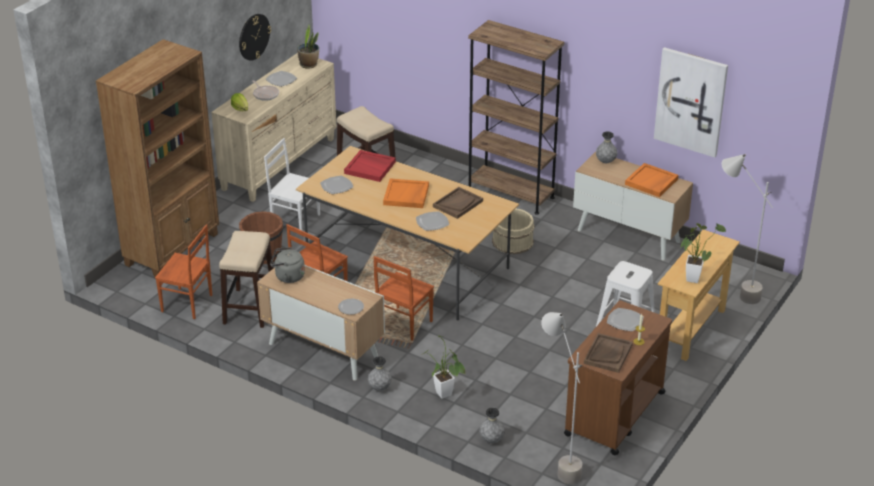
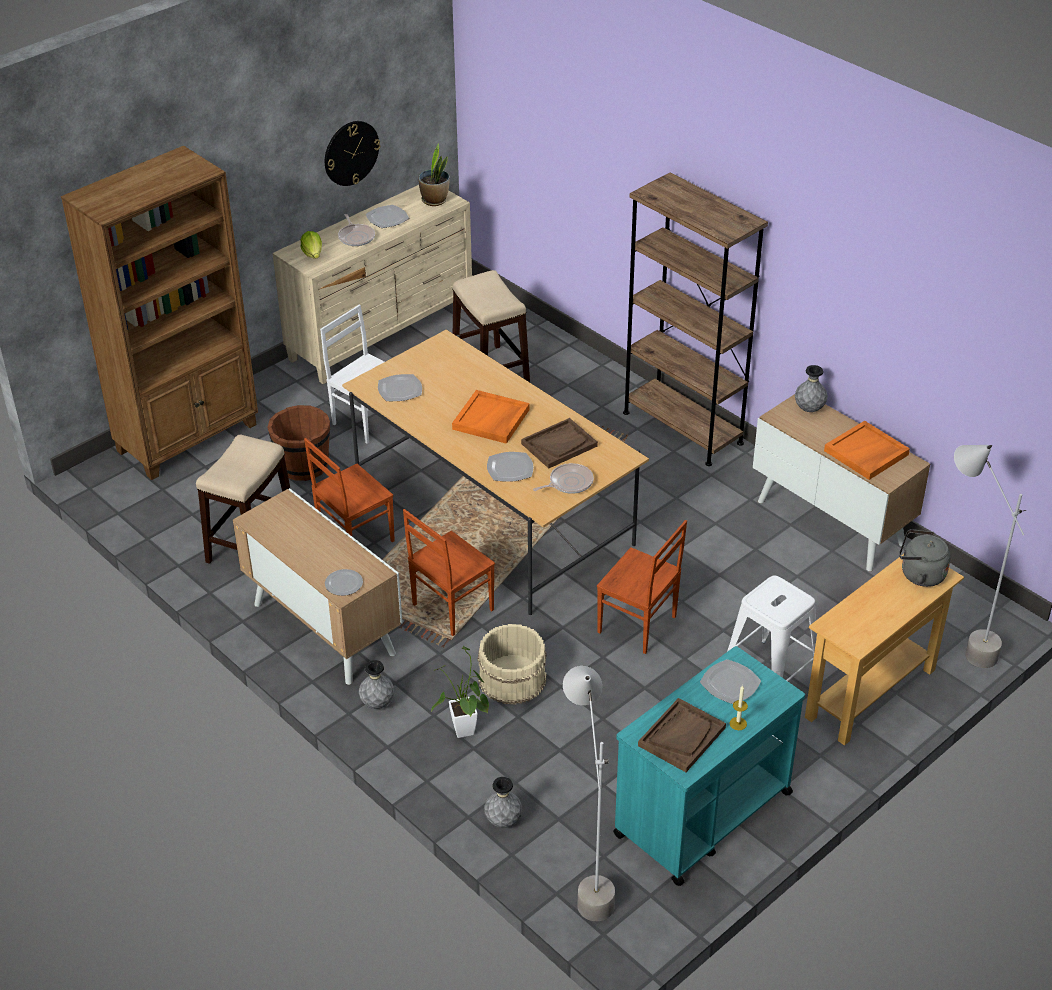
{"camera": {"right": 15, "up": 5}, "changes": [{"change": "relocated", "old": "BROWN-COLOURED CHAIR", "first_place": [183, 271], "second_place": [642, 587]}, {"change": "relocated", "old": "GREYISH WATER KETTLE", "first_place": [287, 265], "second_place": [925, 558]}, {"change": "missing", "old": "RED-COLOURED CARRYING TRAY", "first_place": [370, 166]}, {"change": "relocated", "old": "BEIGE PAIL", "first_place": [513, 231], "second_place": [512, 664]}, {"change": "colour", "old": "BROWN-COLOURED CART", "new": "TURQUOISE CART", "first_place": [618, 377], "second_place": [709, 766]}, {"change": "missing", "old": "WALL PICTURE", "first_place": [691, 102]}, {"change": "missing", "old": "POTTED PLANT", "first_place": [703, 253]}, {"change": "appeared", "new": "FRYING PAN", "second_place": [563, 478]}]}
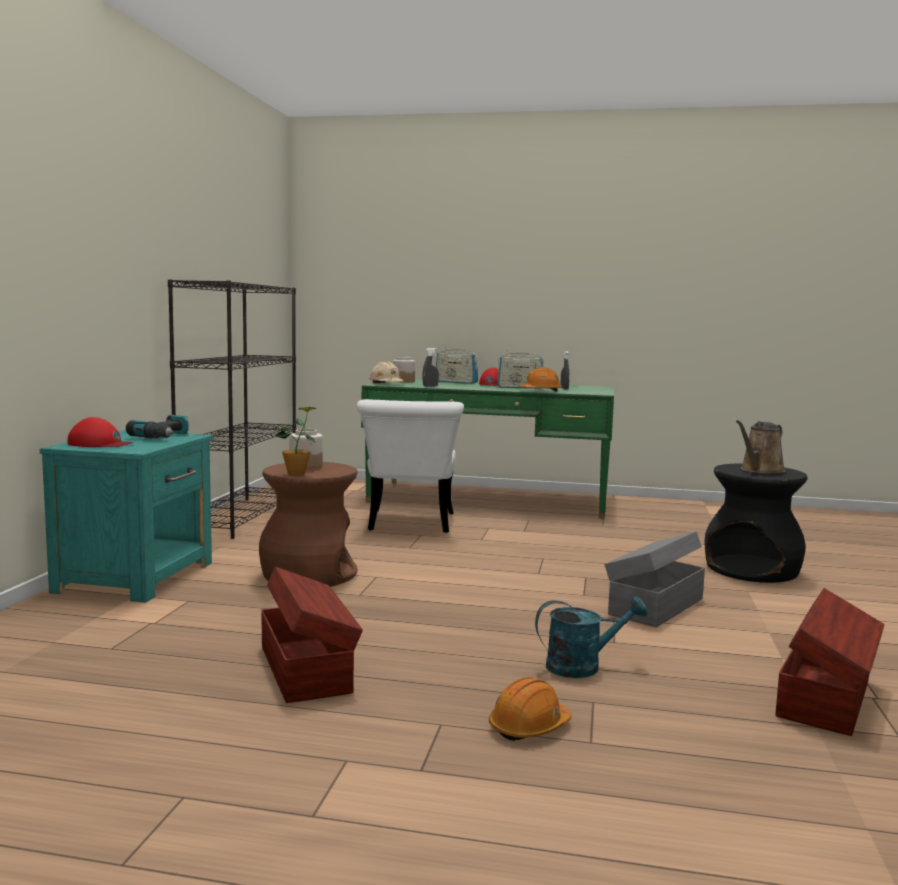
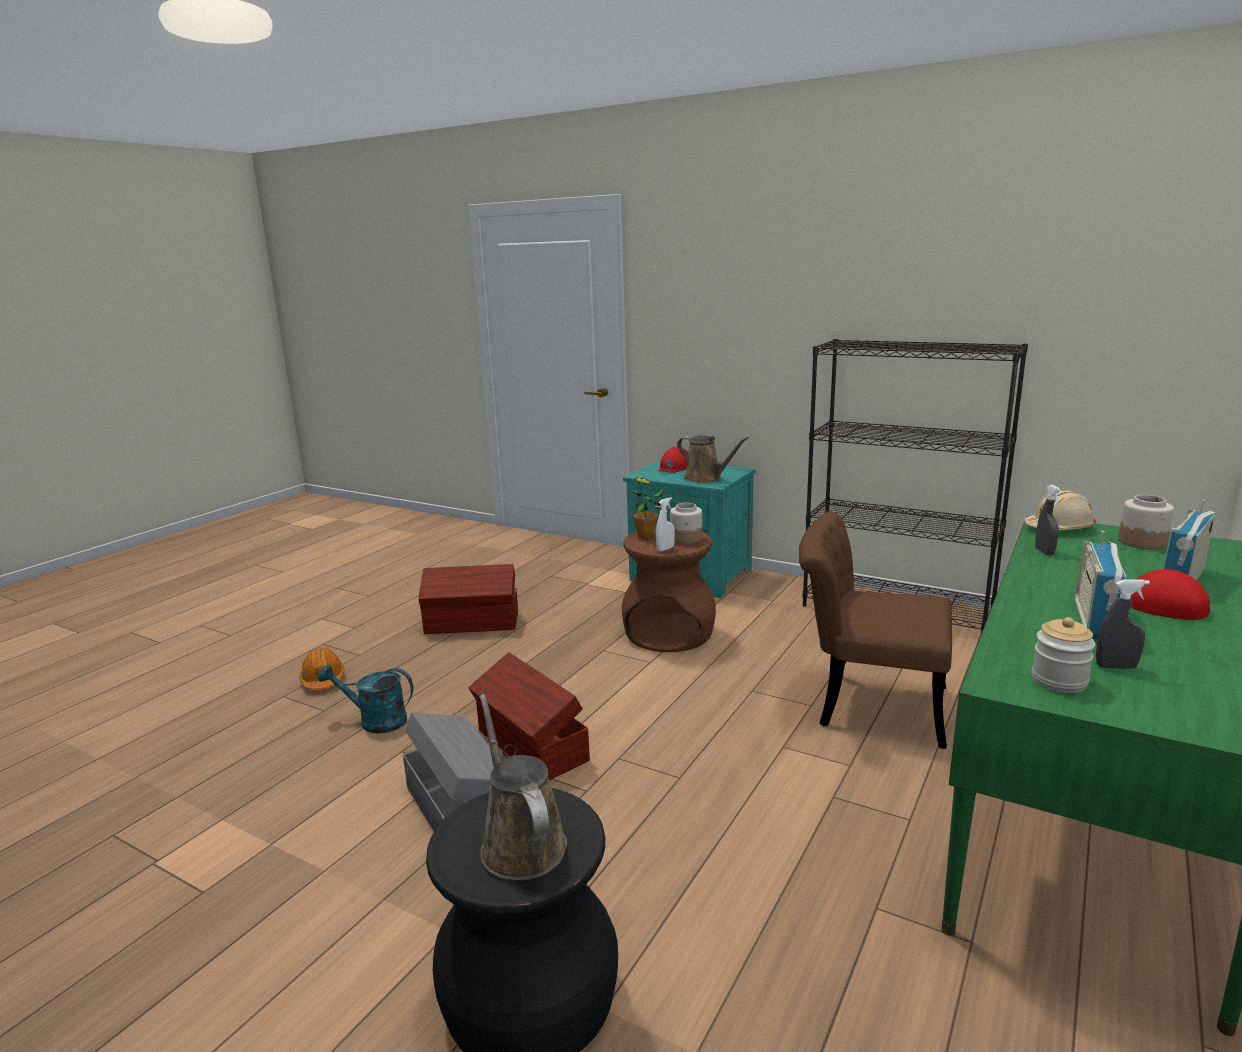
{"camera": {"right": 110, "up": 10}, "changes": [{"change": "exchanged", "old": "POWER DRILL", "new": "BROWN-COLOURED WATERING CAN", "first_place": [157, 426], "second_place": [713, 459]}, {"change": "colour", "old": "WHITE CHAIR", "new": "BROWN-COLOURED CHAIR", "first_place": [410, 466], "second_place": [875, 630]}, {"change": "missing", "old": "ORANGEY SAFETY HELMET", "first_place": [540, 379]}, {"change": "spun", "old": "TURQUOISE WATERING CAN", "first_place": [591, 637], "second_place": [365, 699], "degrees": 90}, {"change": "relocated", "old": "BROWN-COLOURED STORAGE BOX", "first_place": [829, 662], "second_place": [529, 716]}, {"change": "appeared", "new": "WHITE SPRAY BOTTLE", "second_place": [665, 524]}, {"change": "appeared", "new": "PRESERVE JAR", "second_place": [1063, 655]}]}
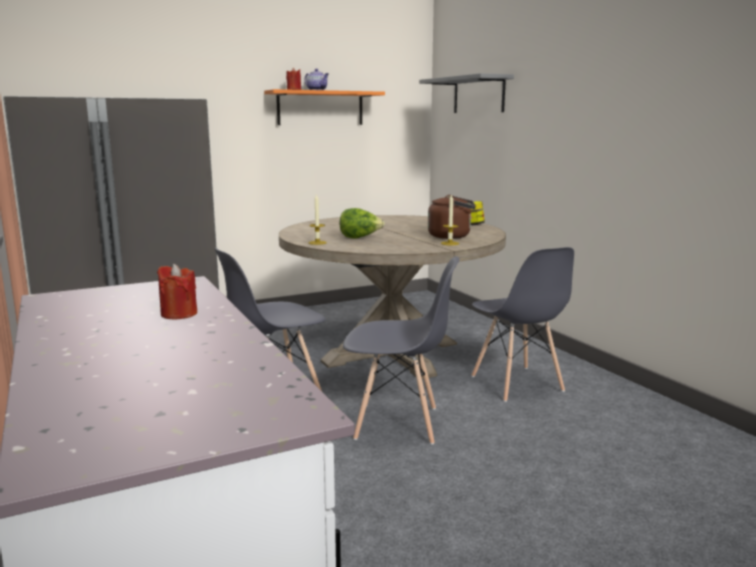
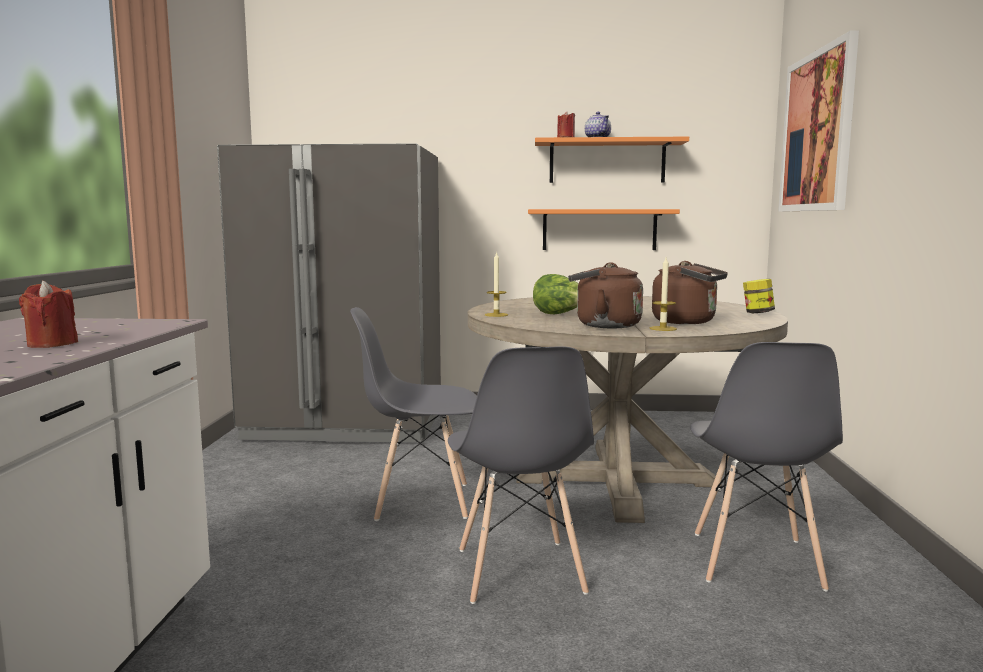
{"camera": {"right": 30, "up": -5}, "changes": [{"change": "spun", "old": "GREYISH CHAIR", "first_place": [401, 350], "second_place": [521, 475], "degrees": 45}, {"change": "exchanged", "old": "GREYISH WALL SHELF", "new": "WALL PICTURE", "first_place": [466, 93], "second_place": [818, 121]}, {"change": "appeared", "new": "ORANGEY WALL SHELF", "second_place": [604, 229]}, {"change": "appeared", "new": "BROWN-COLOURED WATER KETTLE", "second_place": [605, 295]}]}
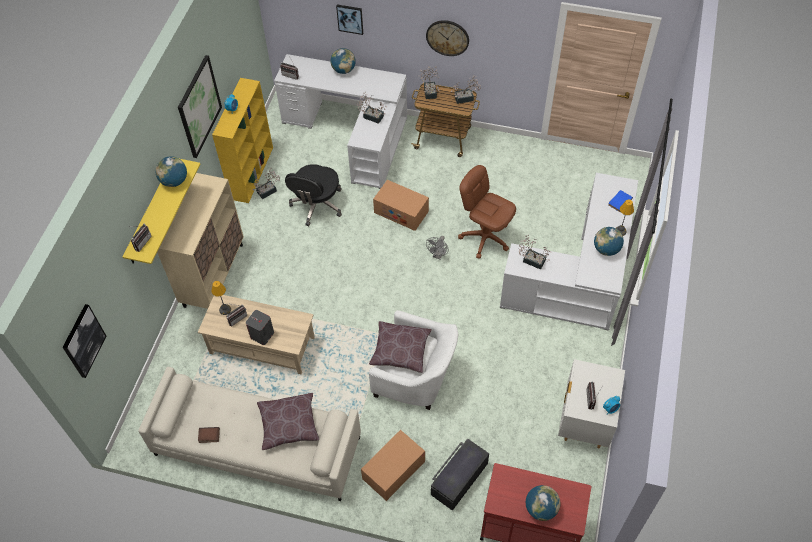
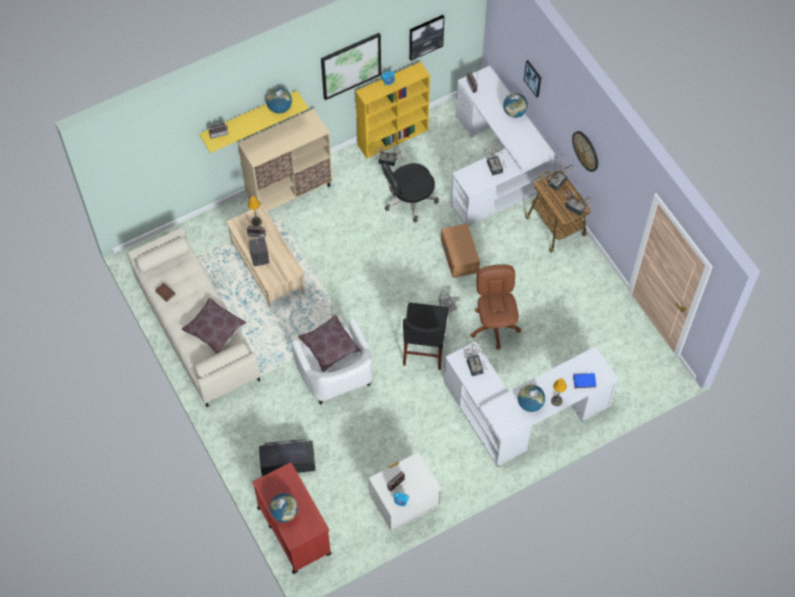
{"camera": {"right": 45, "up": 5}, "changes": [{"change": "relocated", "old": "WALL PICTURE", "first_place": [84, 341], "second_place": [426, 38]}, {"change": "missing", "old": "PACKING BOX", "first_place": [393, 465]}, {"change": "appeared", "new": "BLACK-COLOURED CHAIR", "second_place": [426, 336]}]}
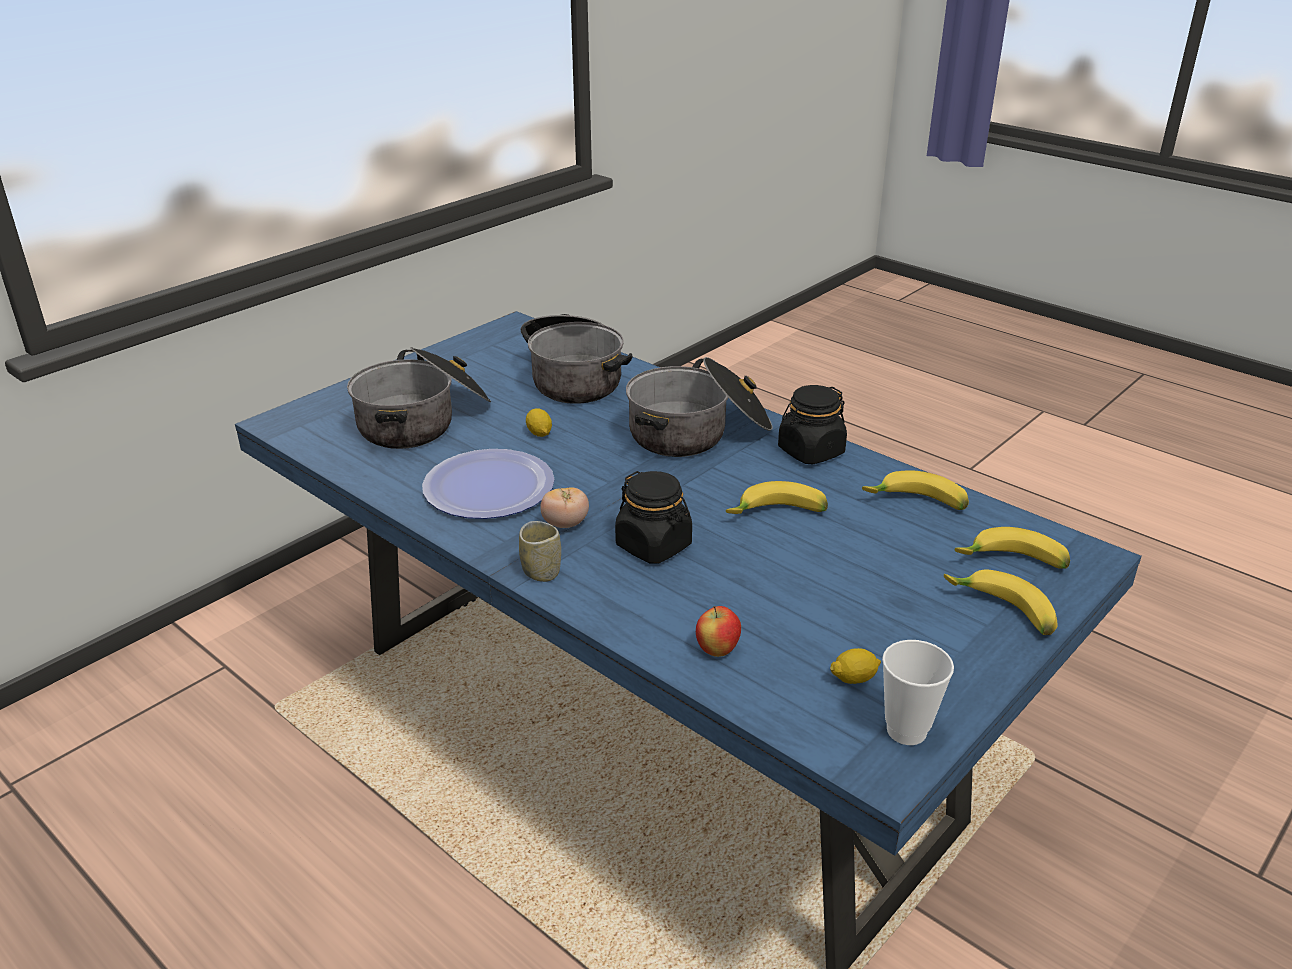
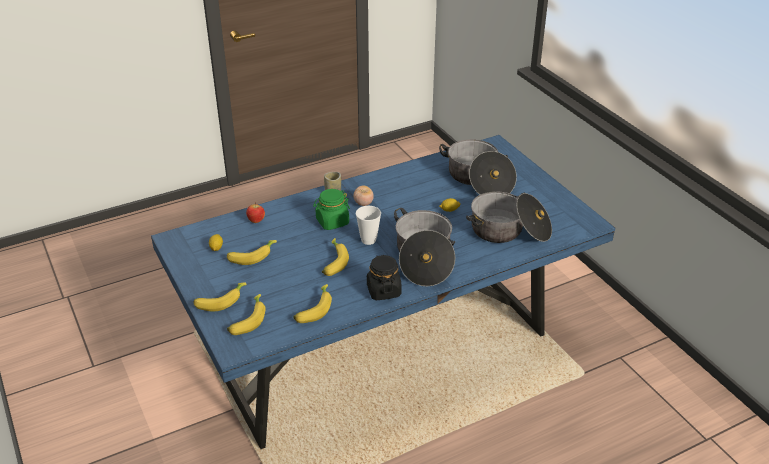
{"camera": {"right": 110, "up": 5}, "changes": [{"change": "missing", "old": "FLAT DISH", "first_place": [488, 484]}, {"change": "colour", "old": "BLACK-COLOURED PRESERVE JAR", "new": "GREENISH PRESERVE JAR", "first_place": [653, 517], "second_place": [331, 209]}, {"change": "relocated", "old": "DRINKING CUP", "first_place": [918, 692], "second_place": [368, 225]}, {"change": "appeared", "new": "BANANA FRUIT", "second_place": [252, 252]}]}
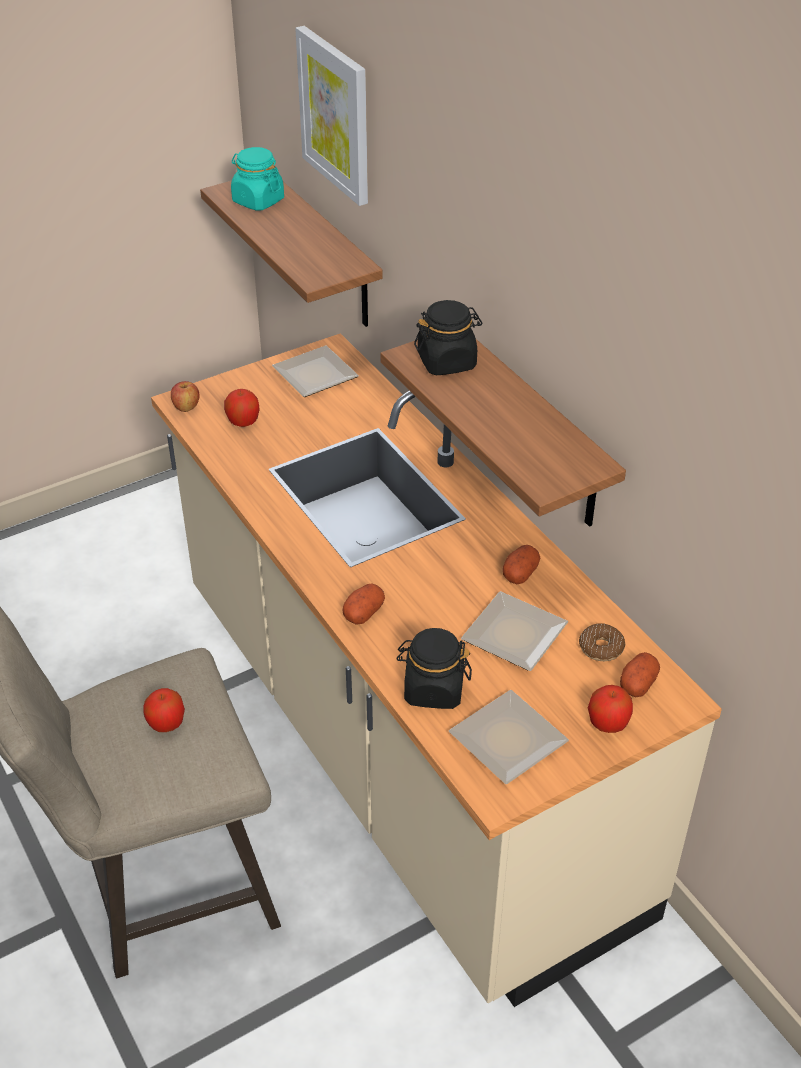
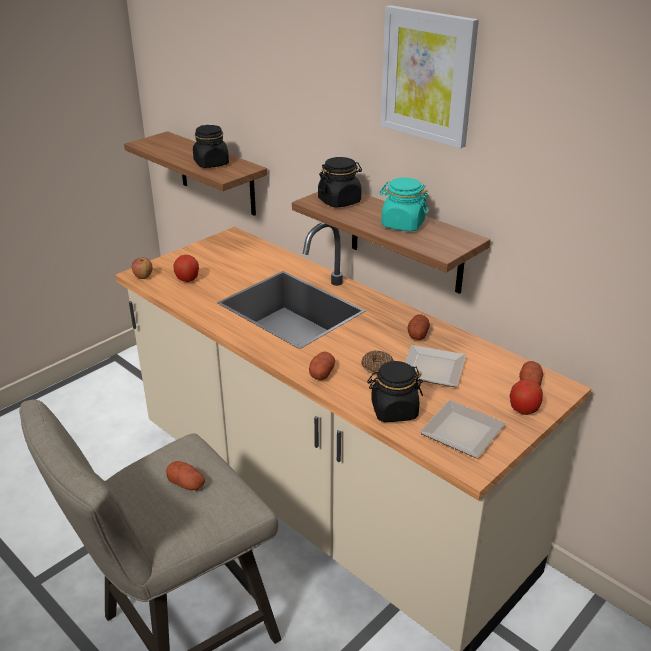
{"camera": {"right": -15, "up": -10}, "changes": [{"change": "exchanged", "old": "WHOLE APPLE", "new": "POTATO", "first_place": [164, 710], "second_place": [185, 476]}, {"change": "relocated", "old": "TURQUOISE PRESERVE JAR", "first_place": [257, 179], "second_place": [404, 204]}, {"change": "missing", "old": "FLAT DISH", "first_place": [315, 371]}, {"change": "relocated", "old": "WALL PICTURE", "first_place": [331, 116], "second_place": [429, 77]}, {"change": "relocated", "old": "DONUT", "first_place": [602, 642], "second_place": [377, 362]}, {"change": "appeared", "new": "BLACK-COLOURED PRESERVE JAR", "second_place": [211, 146]}]}
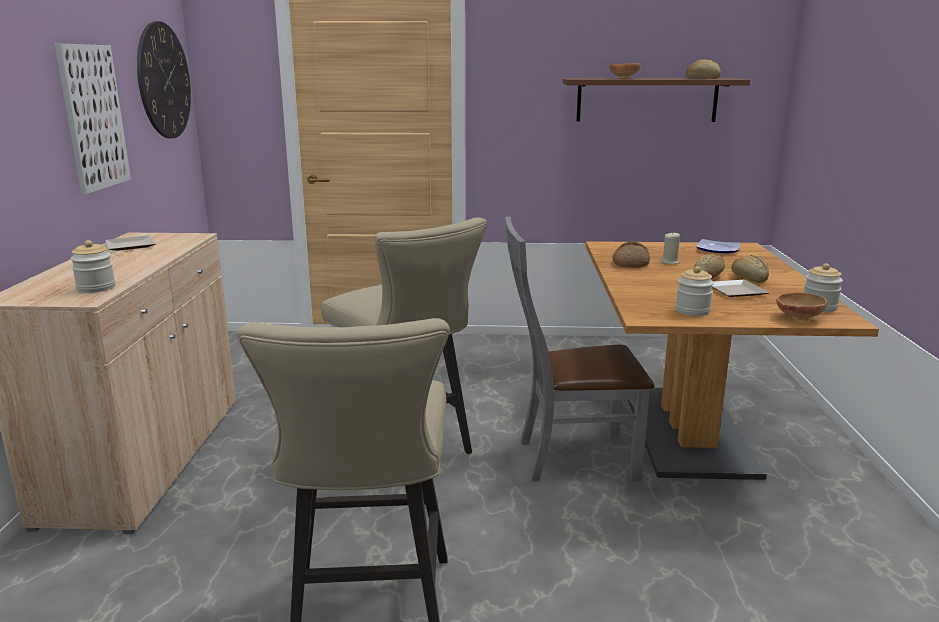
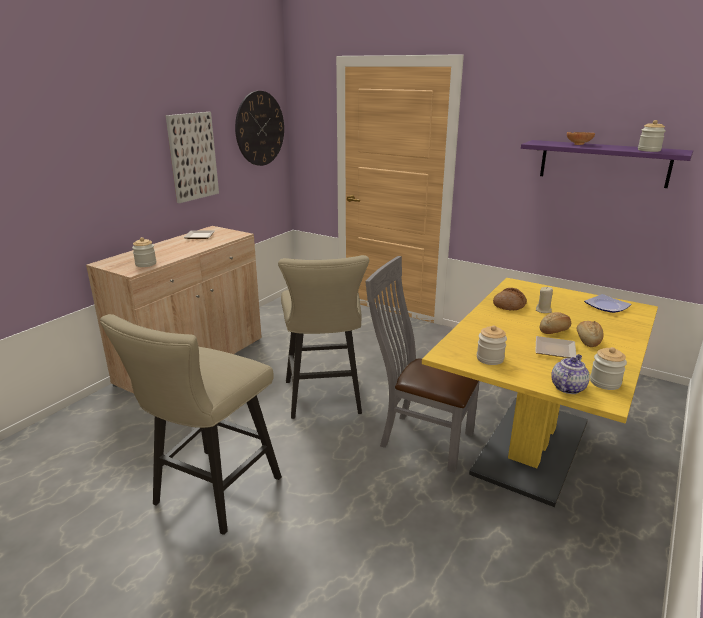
{"camera": {"right": 30, "up": 5}, "changes": [{"change": "colour", "old": "BROWN-COLOURED WALL SHELF", "new": "PURPLE-COLOURED WALL SHELF", "first_place": [656, 100], "second_place": [607, 164]}, {"change": "colour", "old": "BROWN-COLOURED DINING TABLE", "new": "YELLOW DINING TABLE", "first_place": [732, 360], "second_place": [540, 392]}, {"change": "exchanged", "old": "BREAD", "new": "PRESERVE JAR", "first_place": [703, 69], "second_place": [652, 136]}, {"change": "exchanged", "old": "BROWN-COLOURED SERVING BOWL", "new": "TEA POT", "first_place": [801, 306], "second_place": [570, 374]}]}
